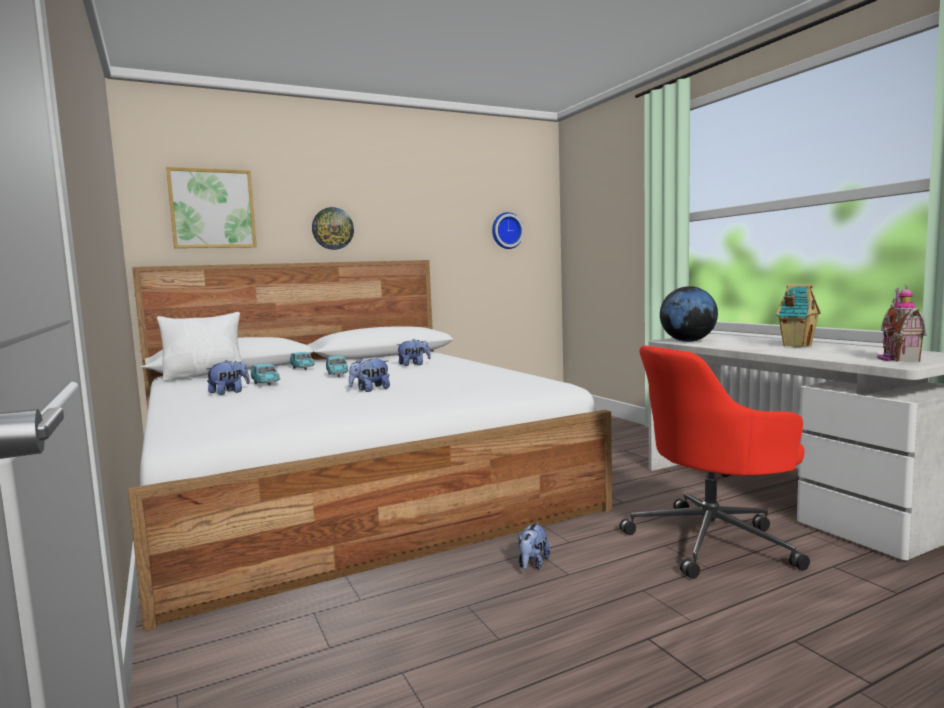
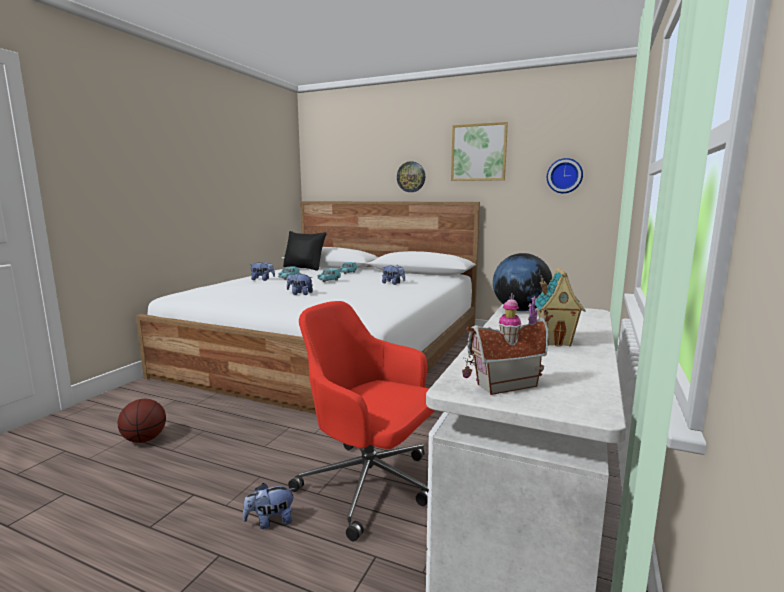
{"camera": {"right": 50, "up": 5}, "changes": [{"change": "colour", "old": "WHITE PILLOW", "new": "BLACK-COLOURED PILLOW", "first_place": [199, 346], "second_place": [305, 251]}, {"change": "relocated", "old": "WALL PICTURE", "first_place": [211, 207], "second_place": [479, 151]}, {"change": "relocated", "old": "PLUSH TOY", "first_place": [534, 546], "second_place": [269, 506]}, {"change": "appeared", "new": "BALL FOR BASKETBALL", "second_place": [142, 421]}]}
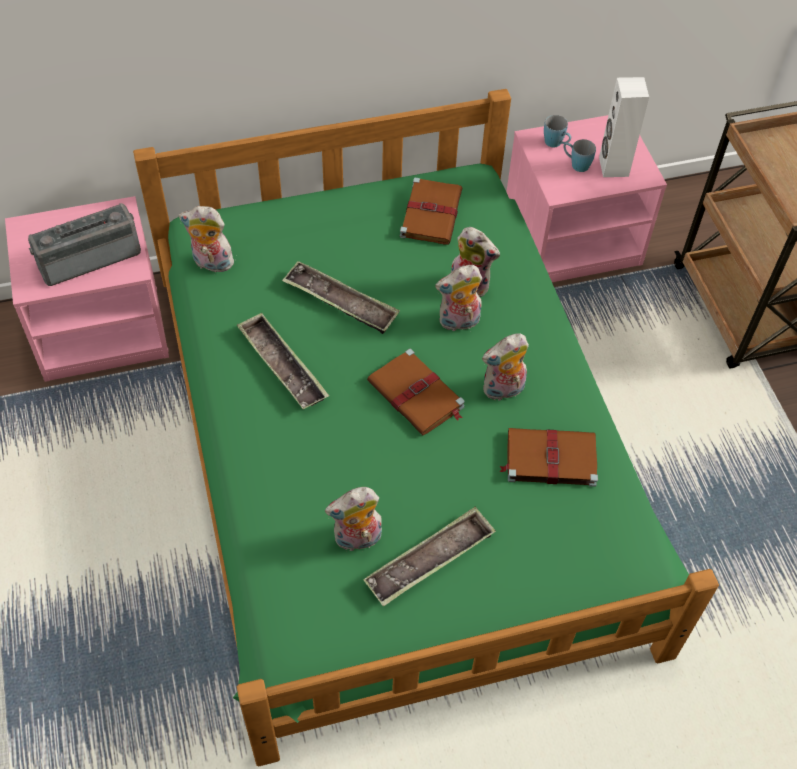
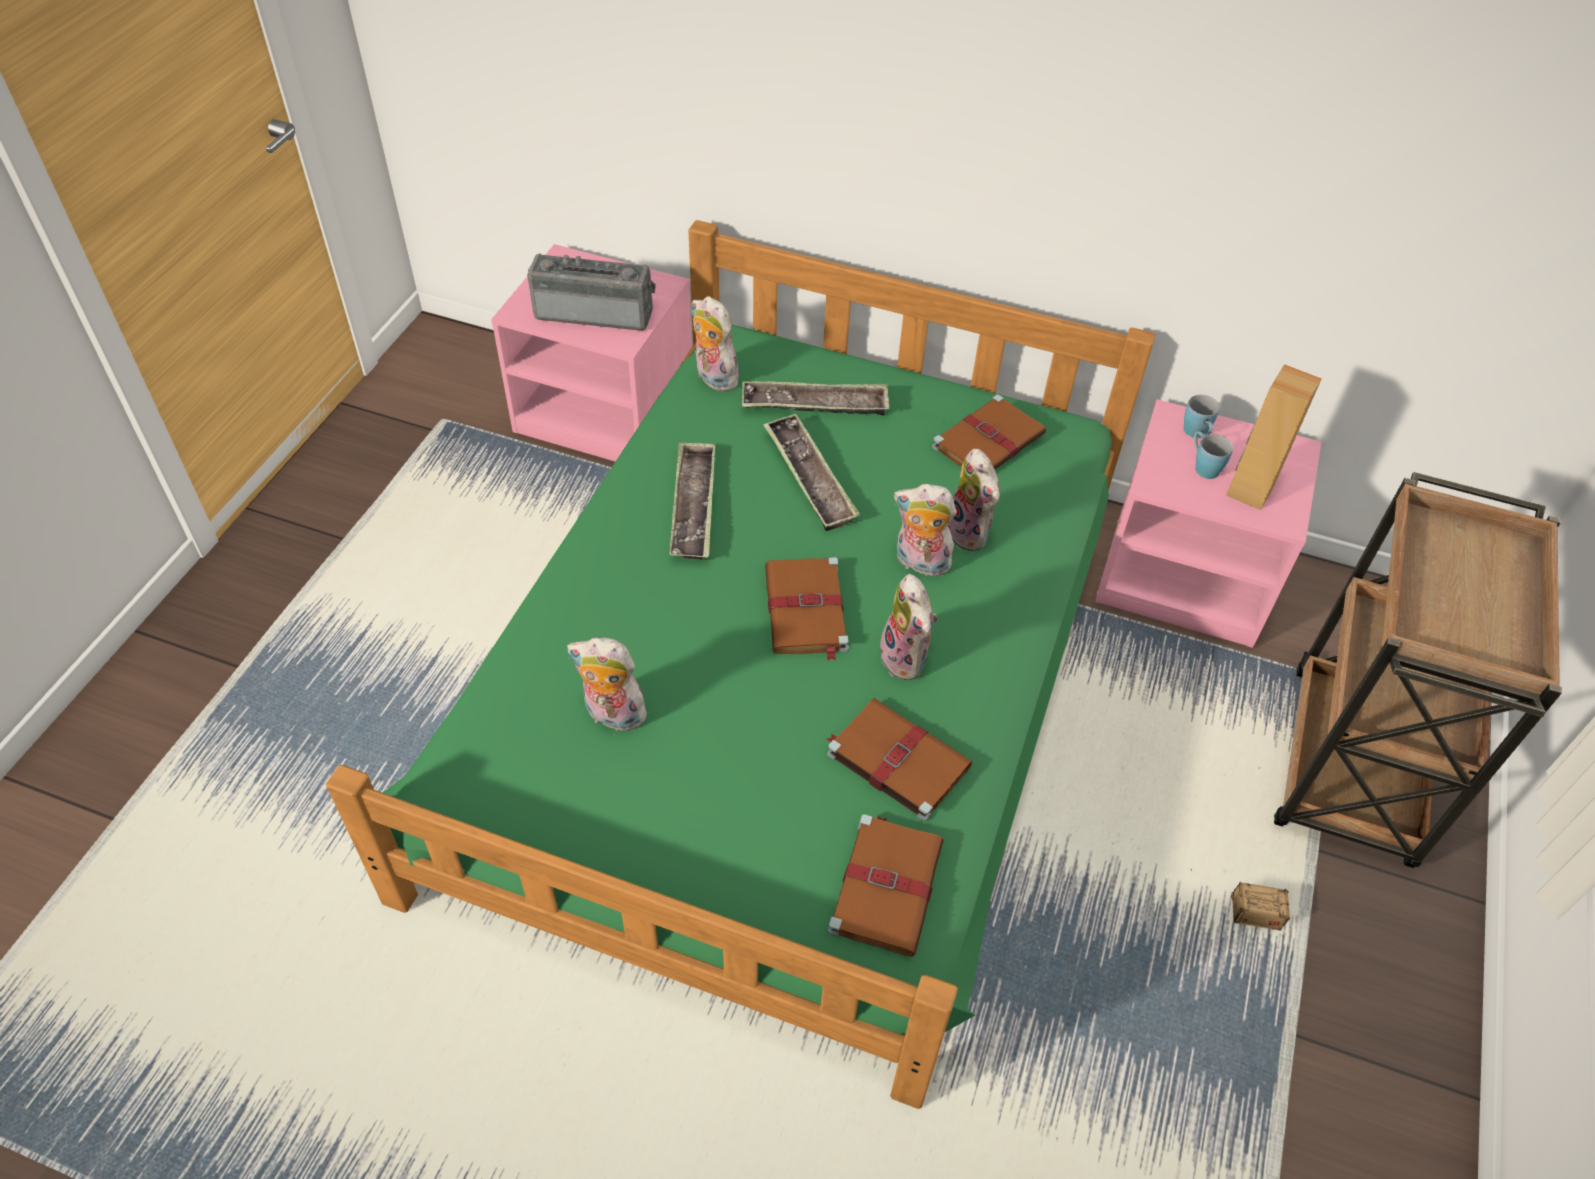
{"camera": {"right": 35, "up": -5}, "changes": [{"change": "relocated", "old": "CARRYING TRAY", "first_place": [429, 556], "second_place": [815, 398]}, {"change": "spun", "old": "PLUSH TOY", "first_place": [505, 367], "second_place": [909, 627], "degrees": -120}, {"change": "colour", "old": "WHITE SPEAKER", "new": "BROWN-COLOURED SPEAKER", "first_place": [624, 127], "second_place": [1273, 437]}, {"change": "appeared", "new": "BROWN-COLOURED BOUND BOOK", "second_place": [886, 885]}, {"change": "appeared", "new": "STORAGE BOX", "second_place": [1240, 899]}]}
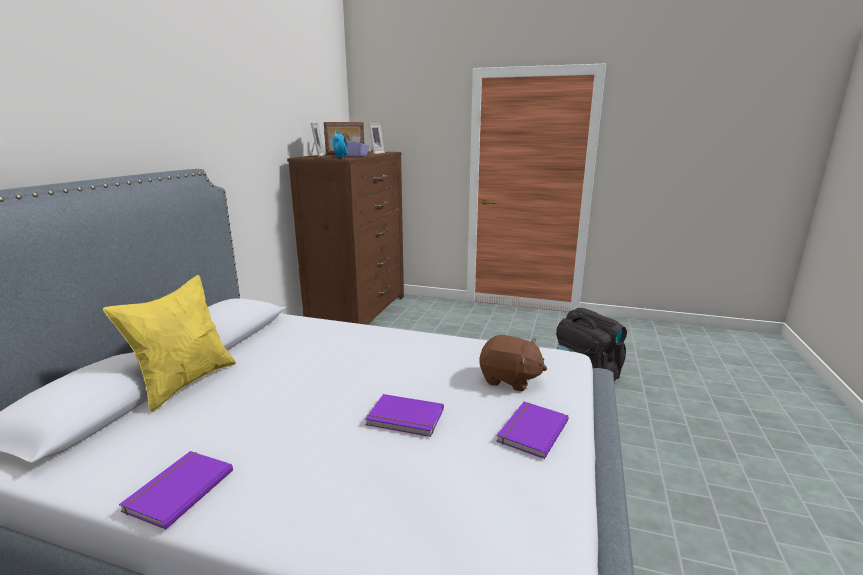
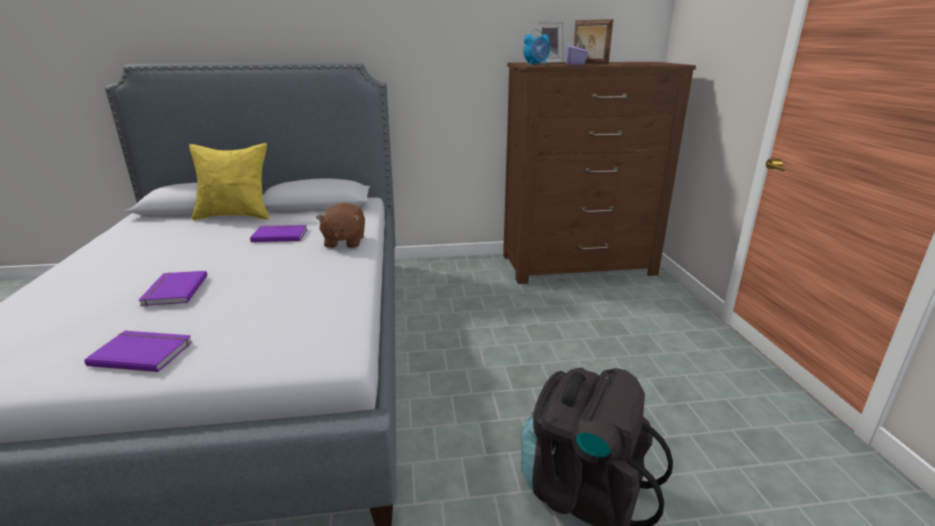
{"camera": {"right": 65, "up": 5}, "changes": [{"change": "relocated", "old": "PURPLE-COLOURED BOUND BOOK", "first_place": [176, 490], "second_place": [278, 233]}, {"change": "missing", "old": "PICTURE FRAME", "first_place": [376, 138]}, {"change": "relocated", "old": "BROWN-COLOURED PLUSH TOY", "first_place": [513, 363], "second_place": [340, 225]}]}
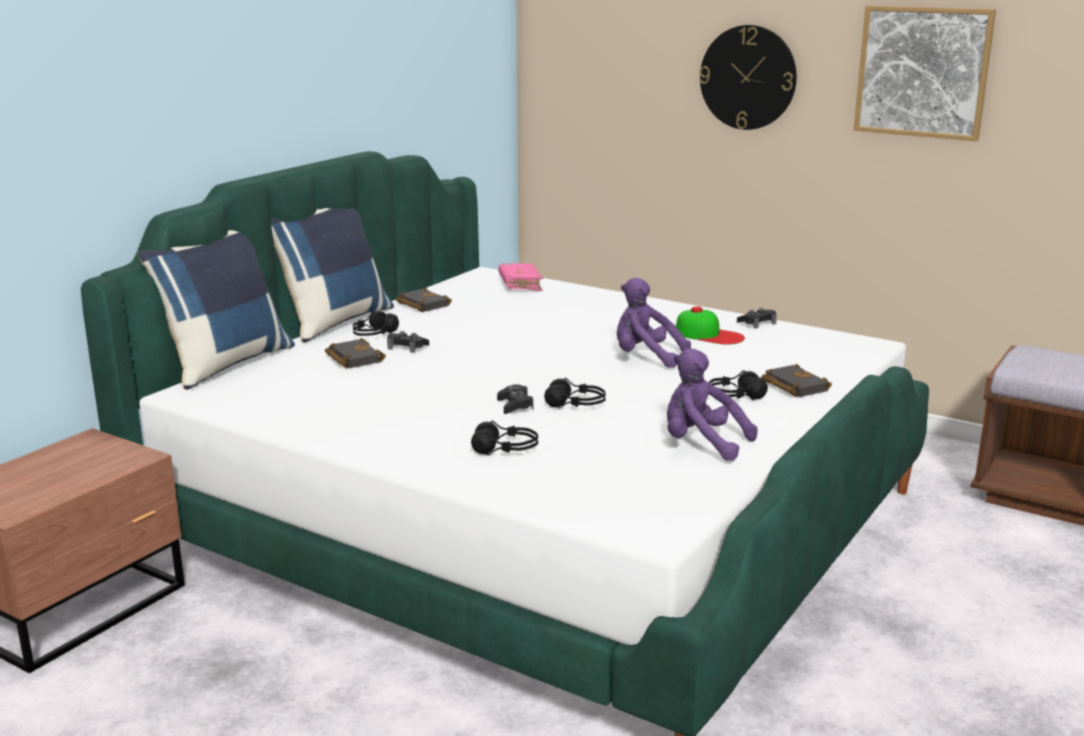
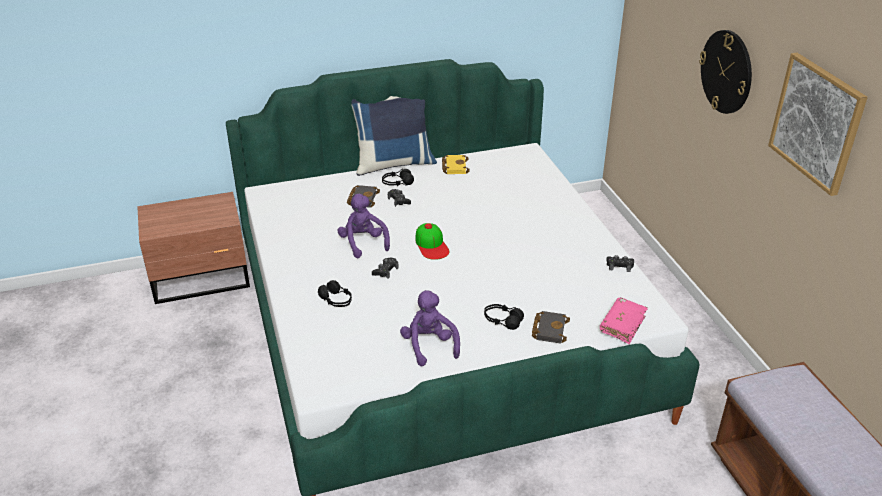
{"camera": {"right": 40, "up": 15}, "changes": [{"change": "missing", "old": "BLUISH PILLOW", "first_place": [216, 310]}, {"change": "colour", "old": "BLACK-COLOURED BOUND BOOK", "new": "YELLOW BOUND BOOK", "first_place": [424, 299], "second_place": [456, 164]}, {"change": "relocated", "old": "PINKISH BOUND BOOK", "first_place": [521, 277], "second_place": [624, 320]}, {"change": "missing", "old": "BLACK-COLOURED PAIR OF HEADPHONES", "first_place": [575, 393]}, {"change": "relocated", "old": "PURPLE-COLOURED PLUSH TOY", "first_place": [654, 323], "second_place": [363, 226]}, {"change": "relocated", "old": "BASEBALL CAP", "first_place": [710, 325], "second_place": [432, 241]}]}
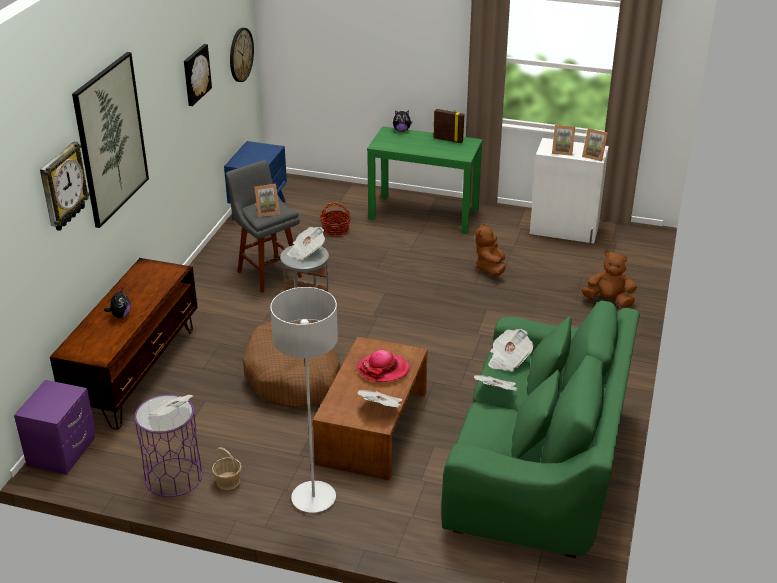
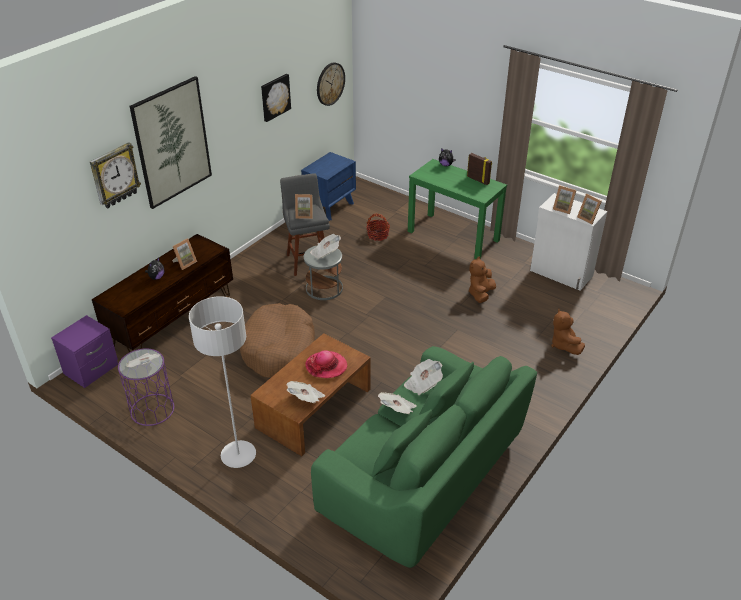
{"camera": {"right": 20, "up": 5}, "changes": [{"change": "missing", "old": "BASKET", "first_place": [227, 468]}, {"change": "spun", "old": "BROWN-COLOURED PLUSH TOY", "first_place": [609, 279], "second_place": [568, 332], "degrees": -135}, {"change": "appeared", "new": "PICTURE FRAME", "second_place": [184, 254]}]}
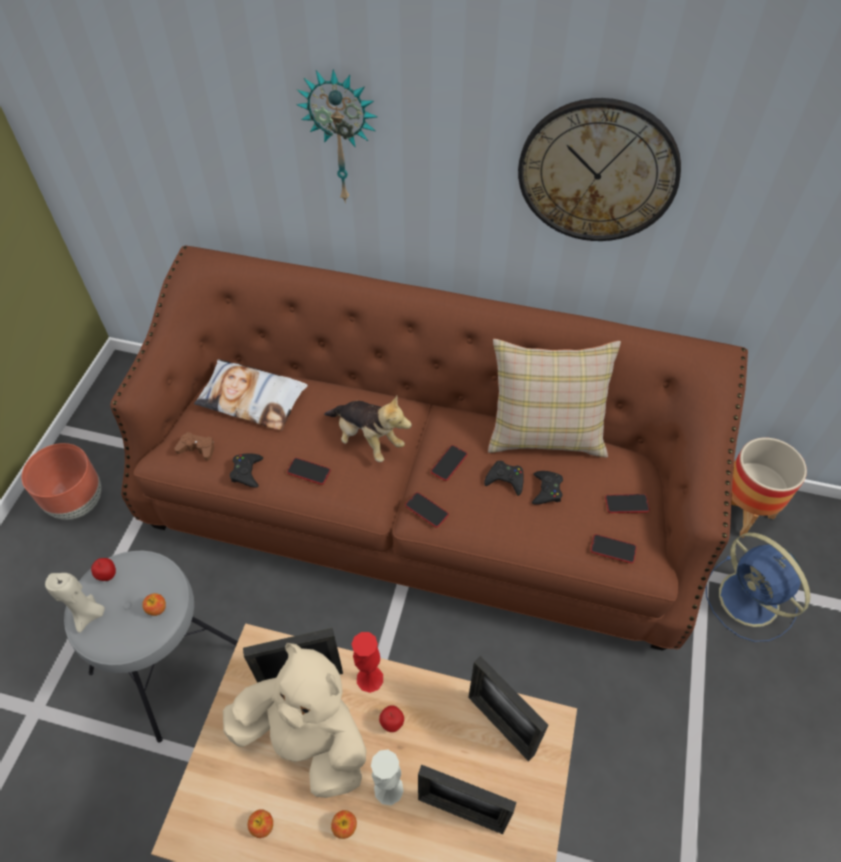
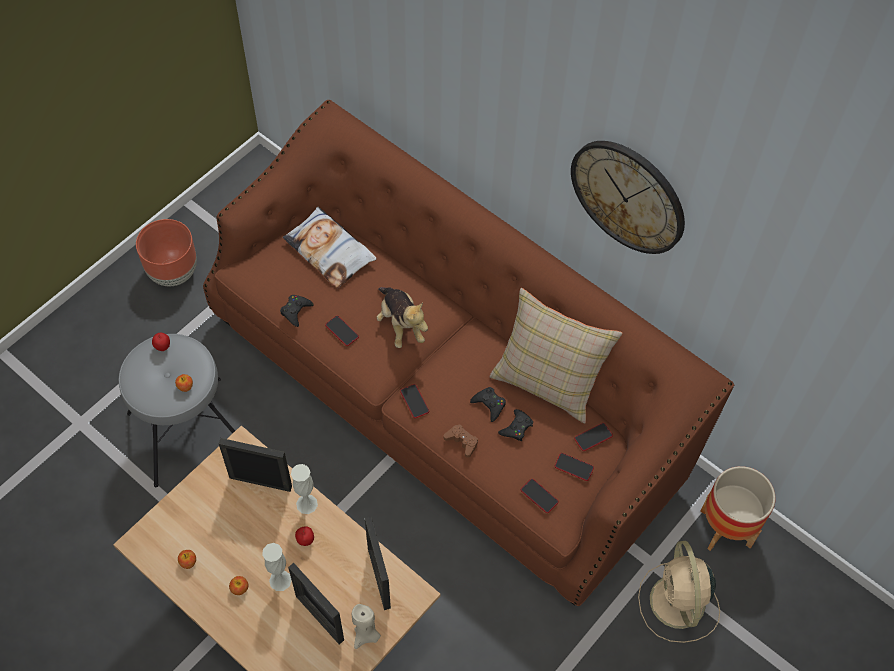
{"camera": {"right": 25, "up": 5}, "changes": [{"change": "relocated", "old": "BEIGE WAX CANDLE", "first_place": [75, 603], "second_place": [366, 626]}, {"change": "relocated", "old": "BROWN-COLOURED JOYPAD", "first_place": [194, 446], "second_place": [460, 441]}, {"change": "missing", "old": "BEIGE PLUSH TOY", "first_place": [294, 720]}, {"change": "missing", "old": "HANGING CLOCK", "first_place": [337, 136]}, {"change": "colour", "old": "RED-COLOURED VASE", "new": "WHITE VASE", "first_place": [367, 662], "second_place": [304, 489]}, {"change": "relocated", "old": "HANDSET", "first_place": [449, 463], "second_place": [593, 437]}, {"change": "colour", "old": "BLUISH COOLING FAN", "new": "BEIGE COOLING FAN", "first_place": [758, 587], "second_place": [679, 592]}]}
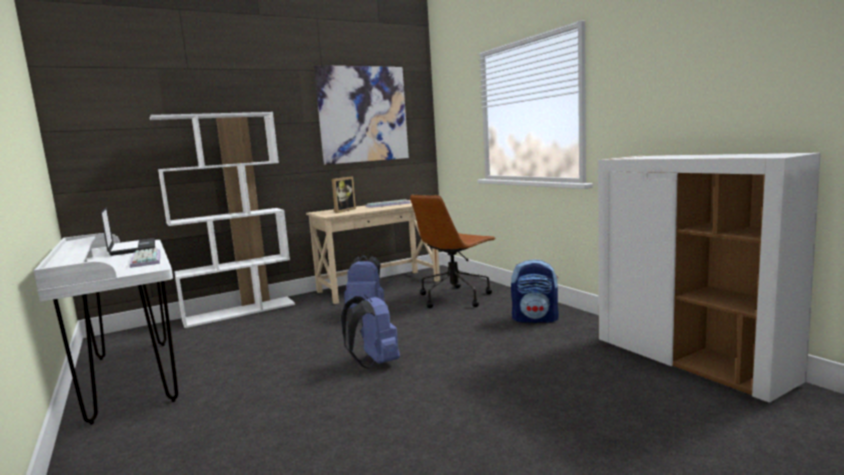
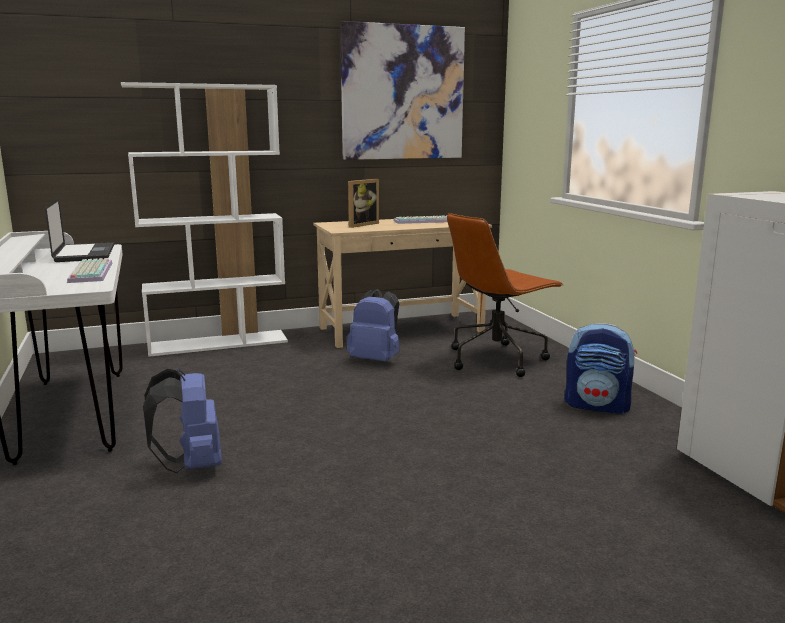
{"camera": {"right": 10, "up": 5}, "changes": [{"change": "relocated", "old": "BLUISH BACKPACK", "first_place": [370, 331], "second_place": [182, 420]}]}
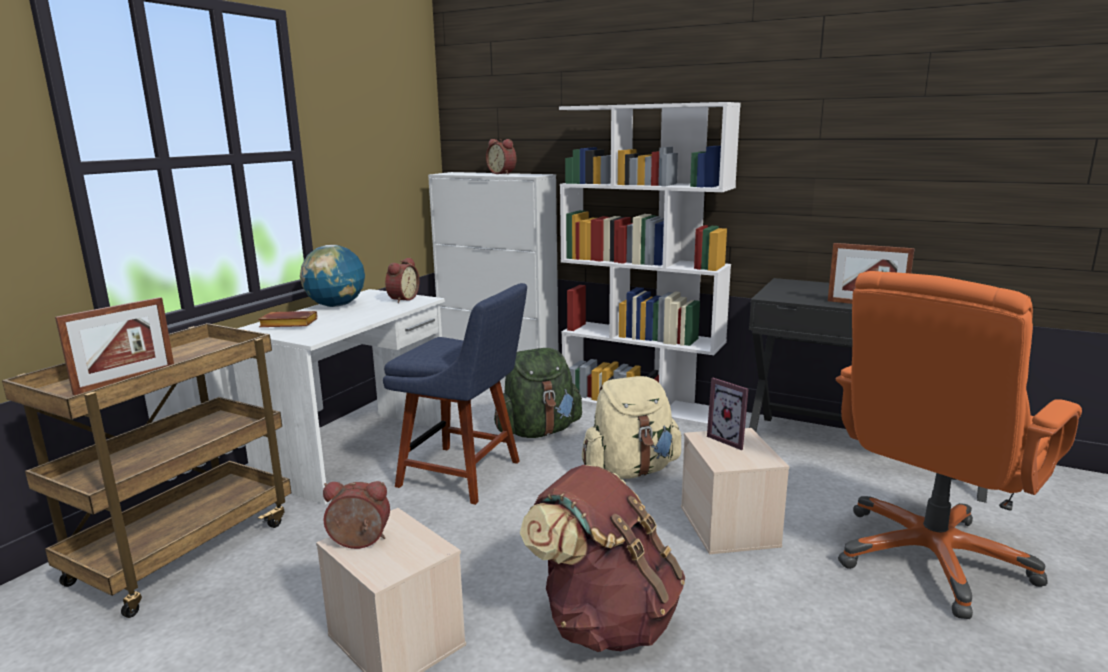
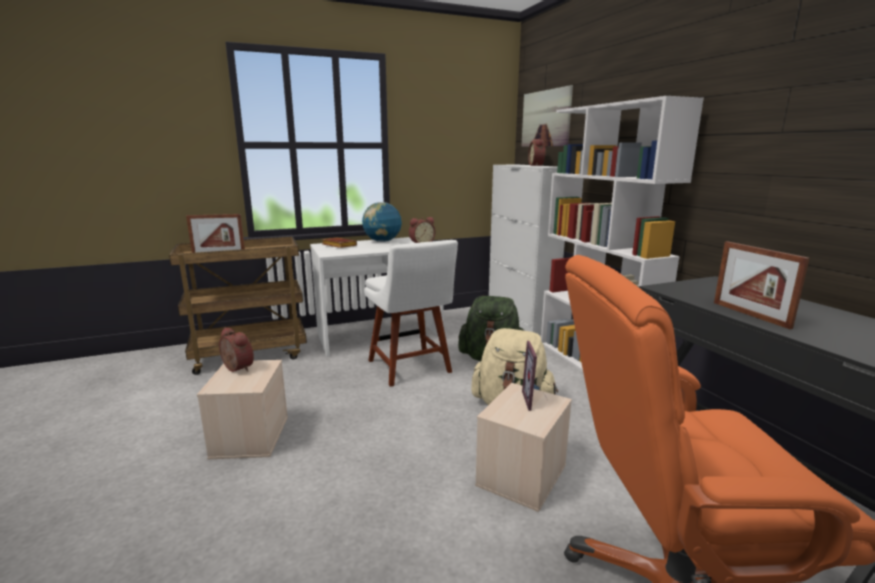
{"camera": {"right": 40, "up": 0}, "changes": [{"change": "colour", "old": "BLUISH CHAIR", "new": "WHITE CHAIR", "first_place": [455, 394], "second_place": [411, 313]}, {"change": "missing", "old": "BROWN-COLOURED BACKPACK", "first_place": [602, 558]}, {"change": "appeared", "new": "WALL PICTURE", "second_place": [547, 116]}]}
